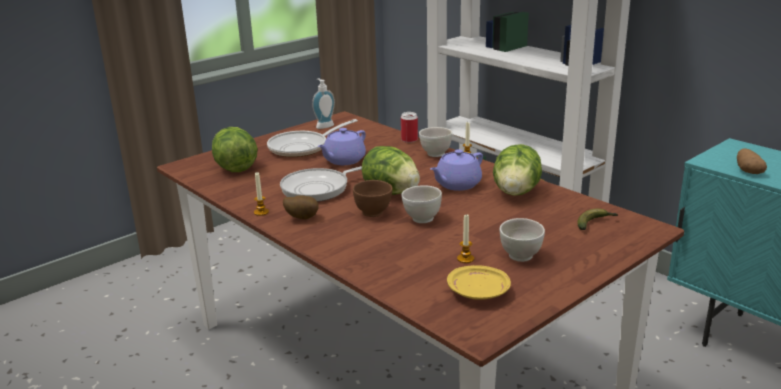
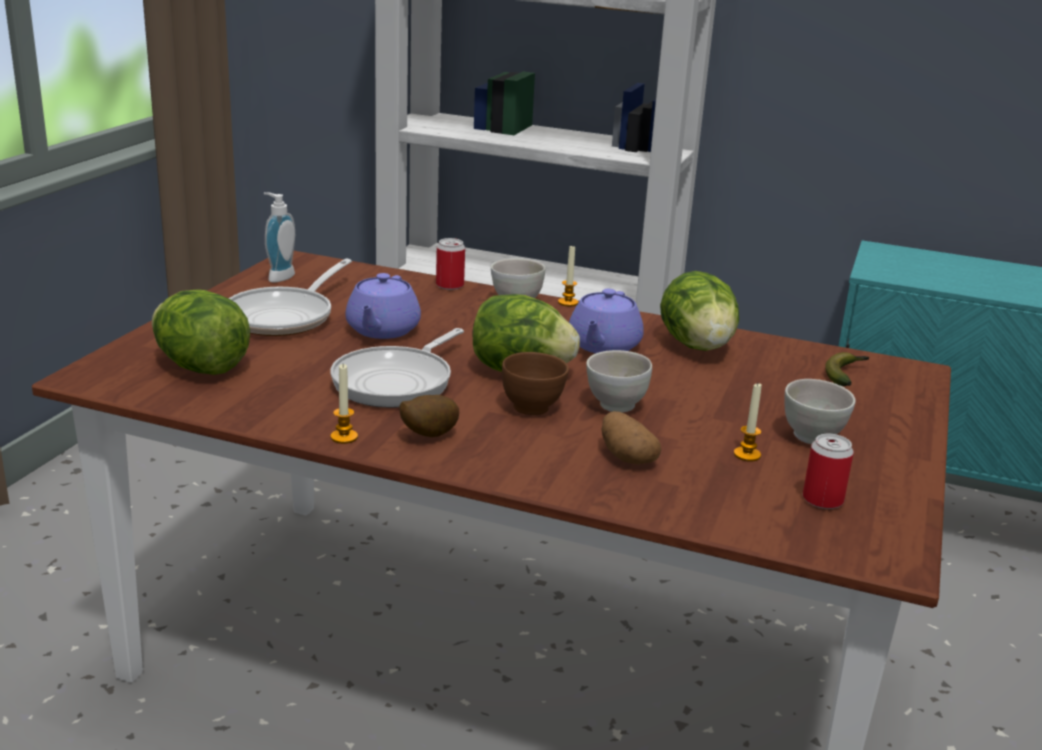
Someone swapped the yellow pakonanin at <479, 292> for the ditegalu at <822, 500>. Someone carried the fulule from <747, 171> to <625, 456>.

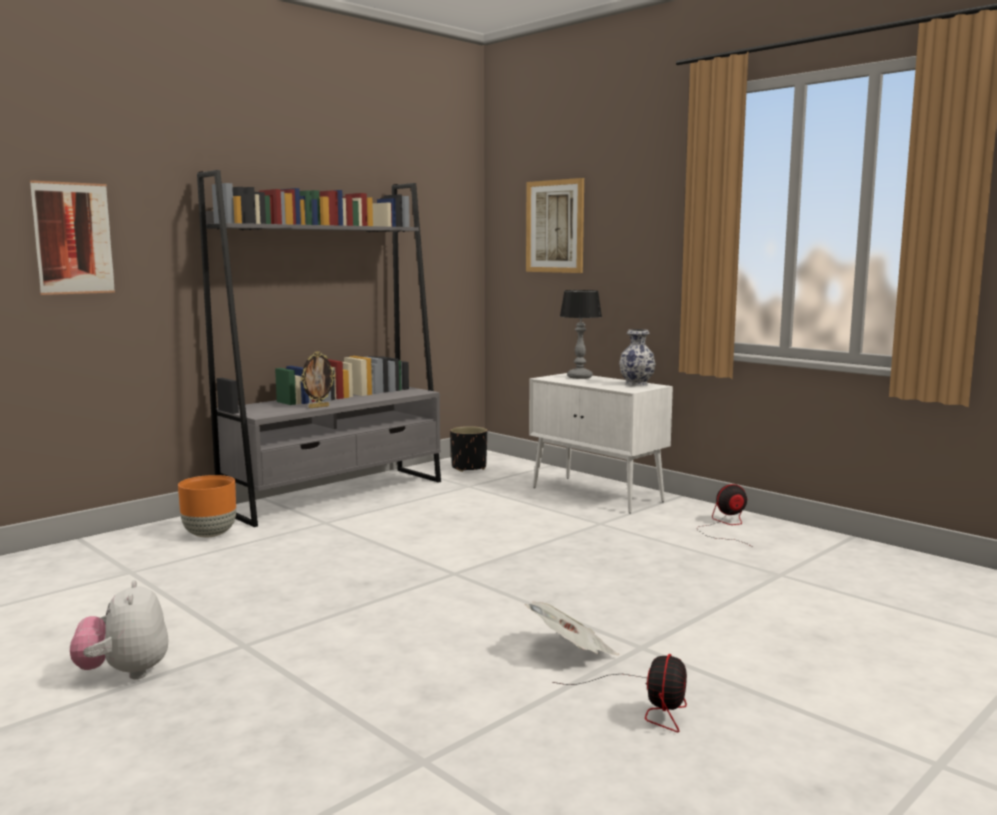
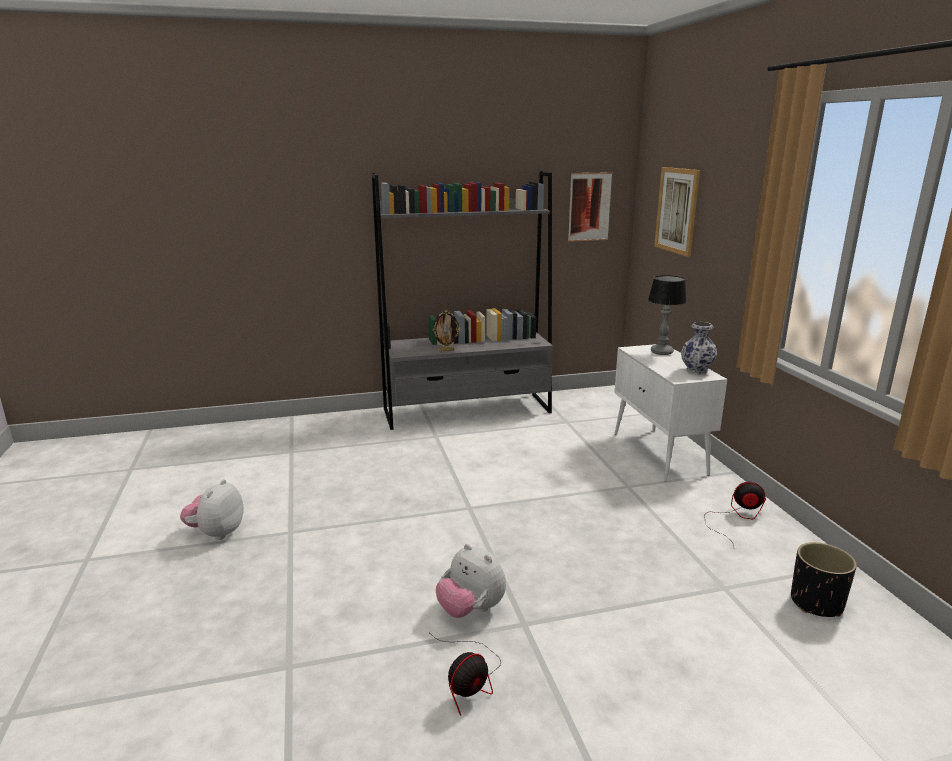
Someone carried the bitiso from <73, 238> to <589, 207>. Someone took away the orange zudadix at <210, 534>. Someone carried the black zudadix from <469, 467> to <816, 603>. Someone swapped the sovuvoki at <572, 652> for the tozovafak at <471, 609>.

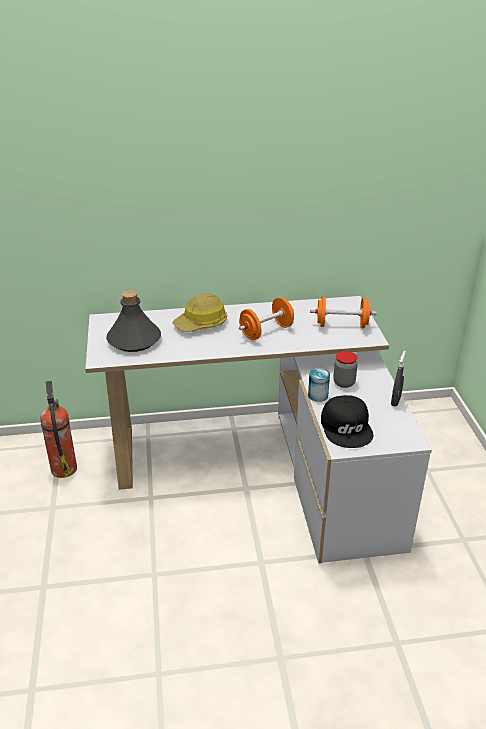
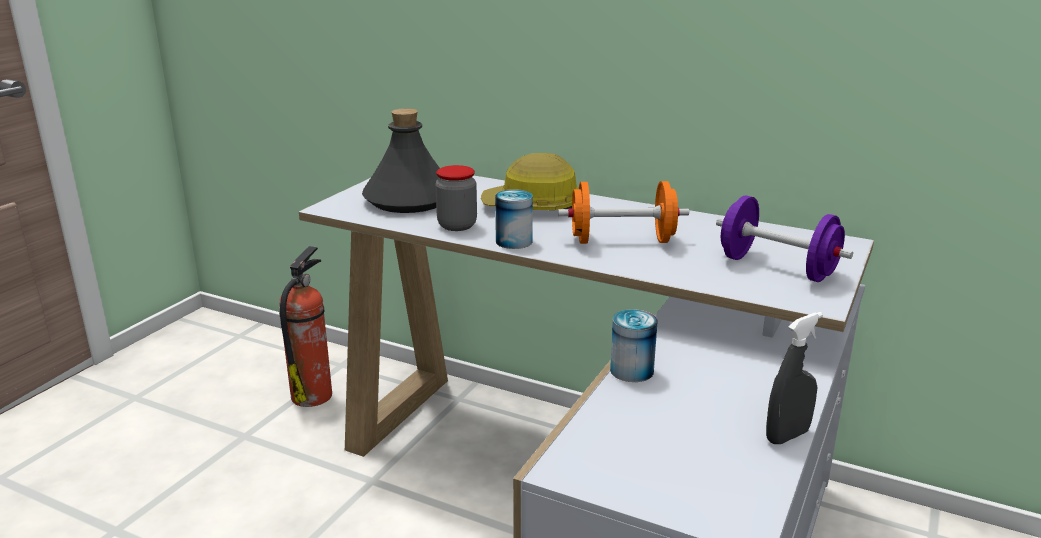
Someone repainted the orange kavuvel at <341, 325>, which became the purple kavuvel at <777, 268>. Someone took away the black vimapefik at <347, 427>. Someone carried the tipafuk from <344, 383> to <457, 225>. Someone put down the ditegalu at <514, 241>.

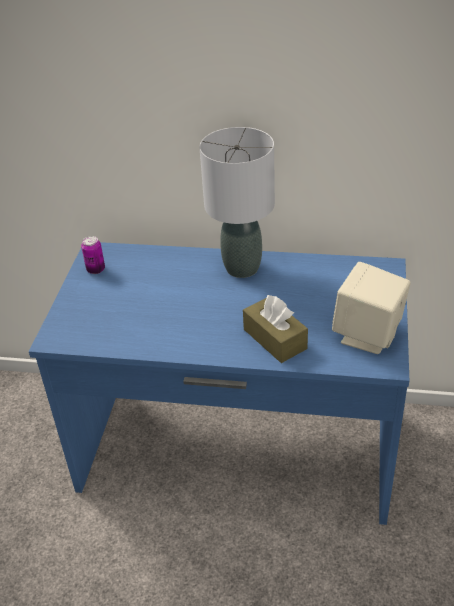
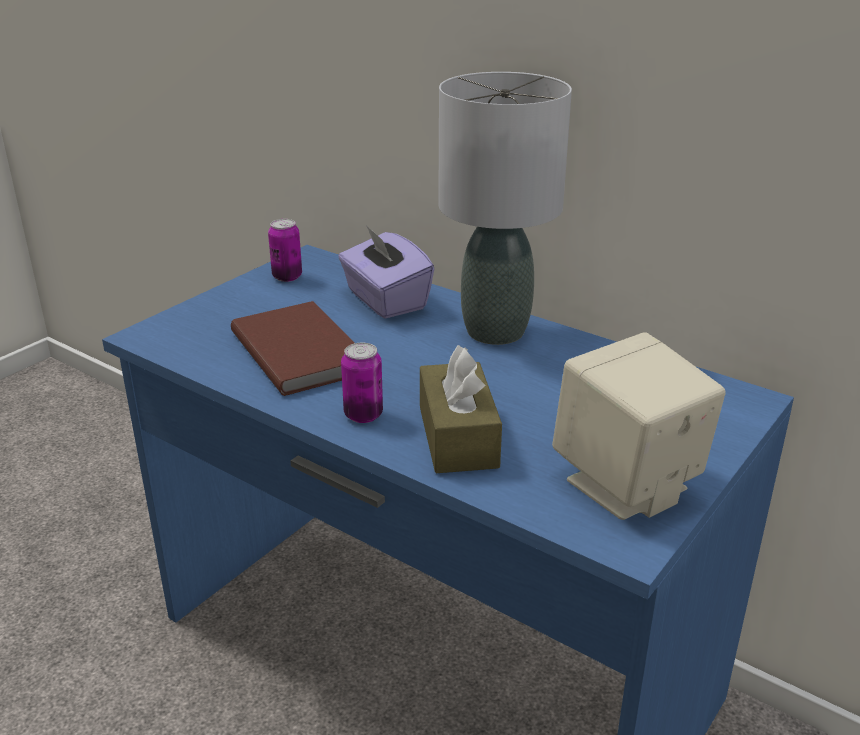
Someone put down the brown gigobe at <301, 351>. Someone put down the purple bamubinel at <385, 300>. Someone put down the ditegalu at <363, 415>.

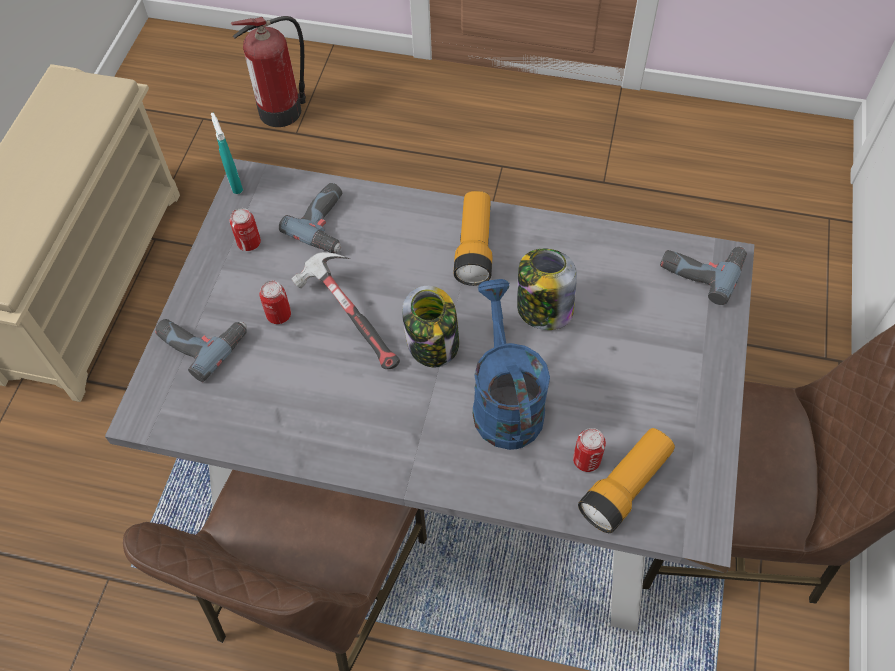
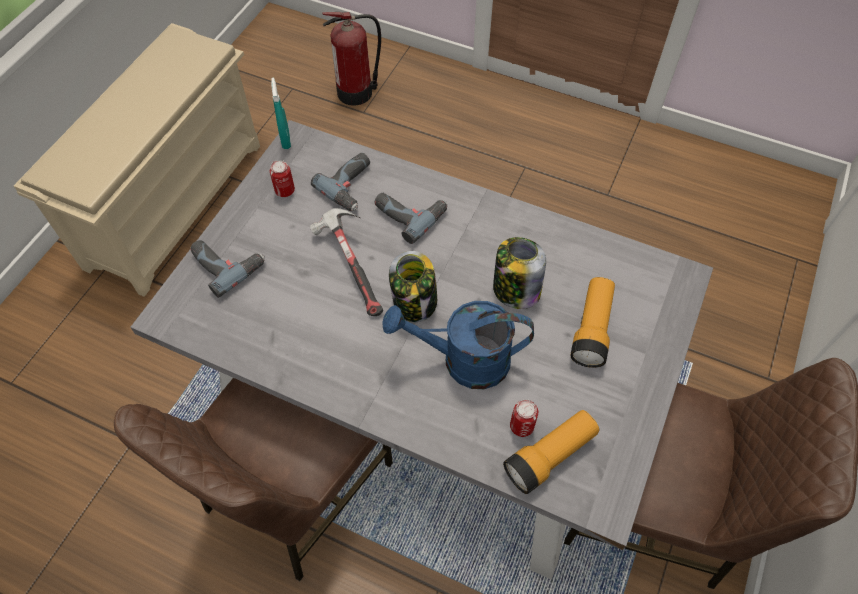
Someone took away the ditegalu at <279, 315>. Someone carried the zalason from <474, 248> to <592, 329>. Someone rotated the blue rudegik at <504, 400> by 90 degrees counterclockwise. Someone carried the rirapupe from <701, 268> to <409, 213>.

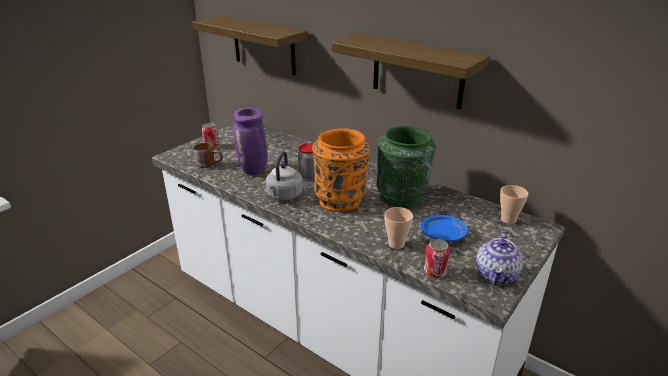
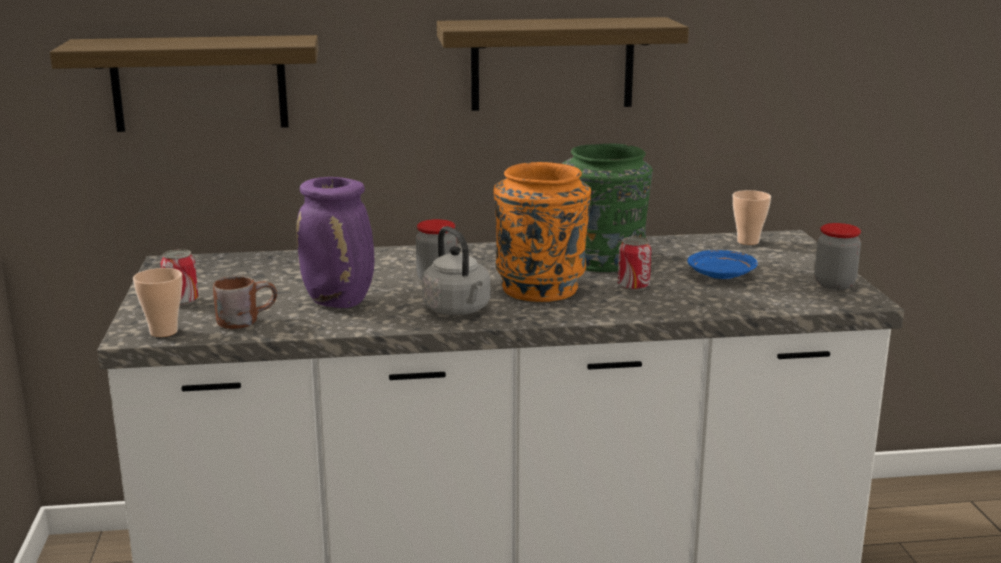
Someone carried the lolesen from <396, 244> to <163, 332>. Someone carried the ditegalu from <435, 272> to <633, 286>. Someone swapped the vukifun at <497, 275> for the tipafuk at <834, 284>.

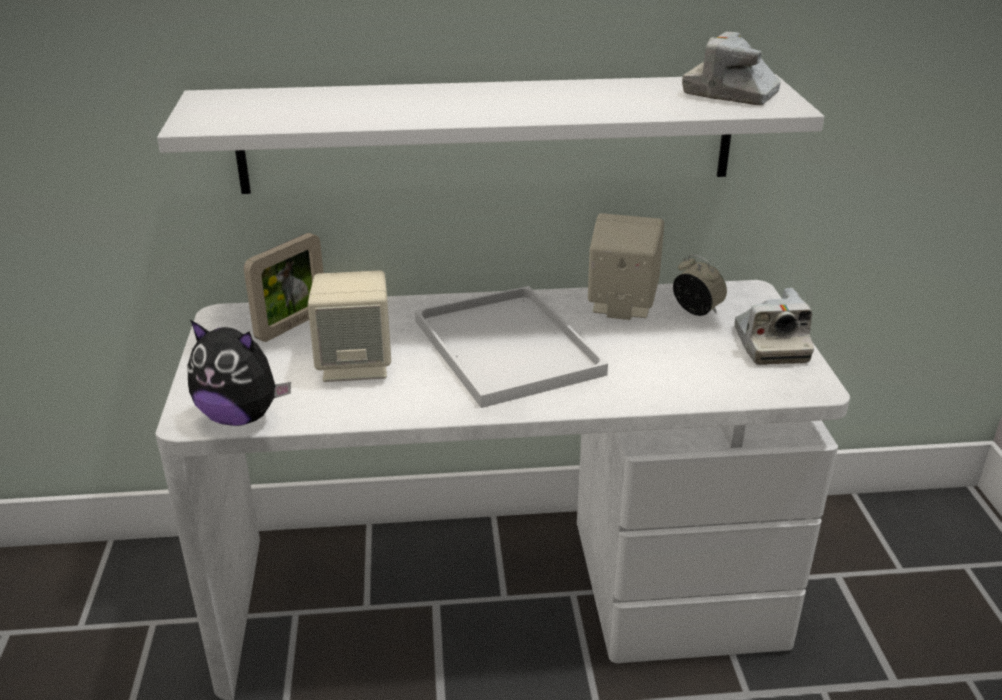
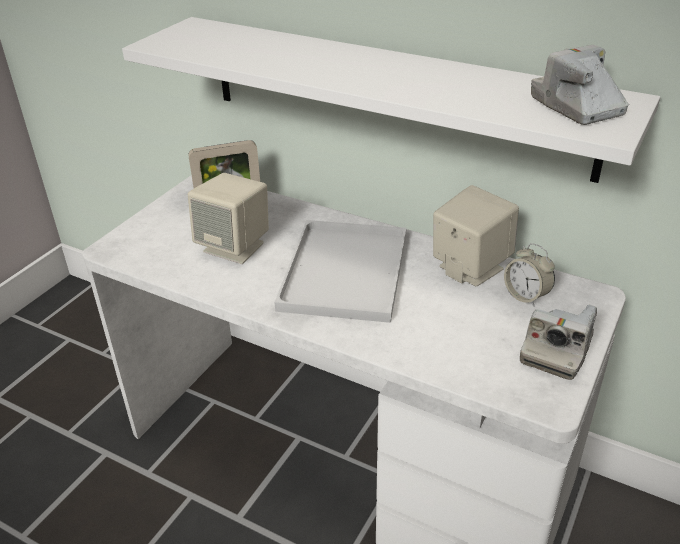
Someone took away the tozovafak at <241, 416>. Someone rotated the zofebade at <696, 311> by 150 degrees clockwise.

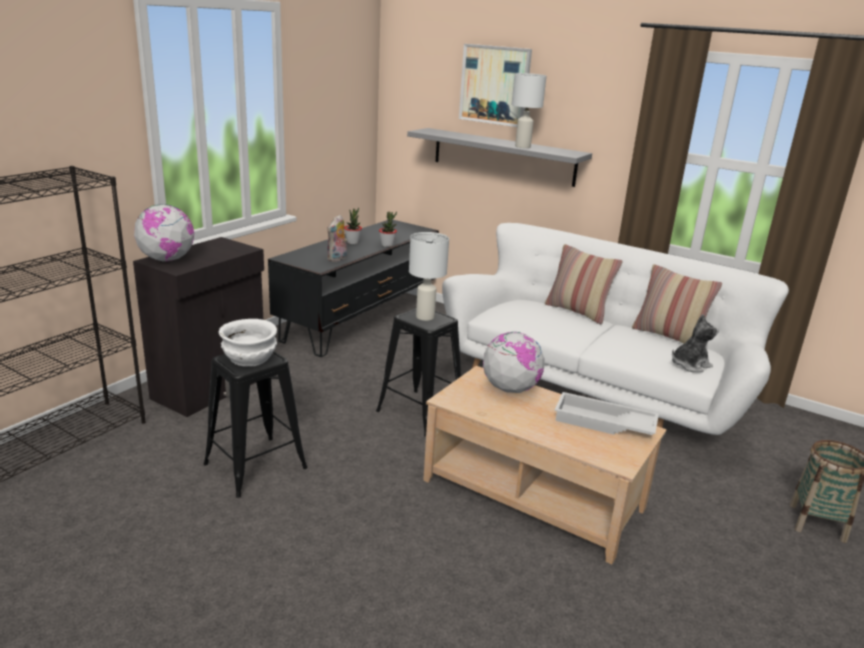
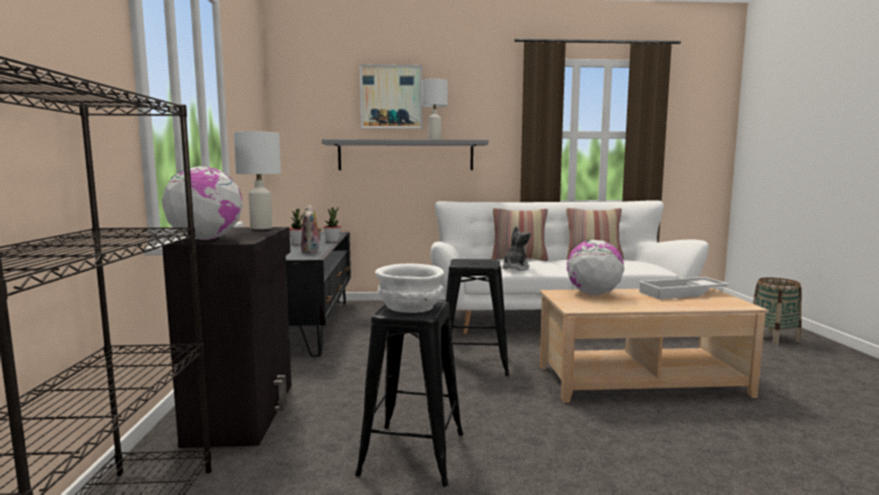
Someone carried the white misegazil from <425, 316> to <261, 228>. Someone carried the tozovafak from <689, 365> to <515, 268>.

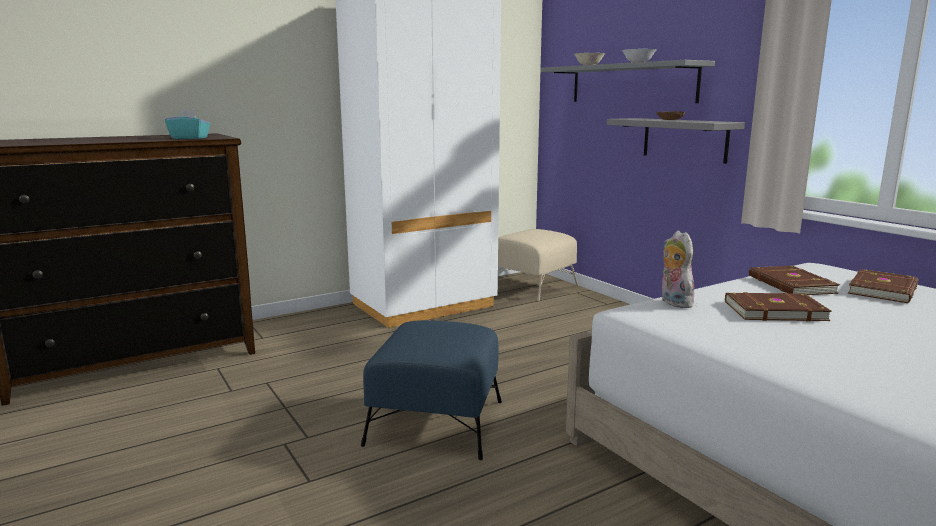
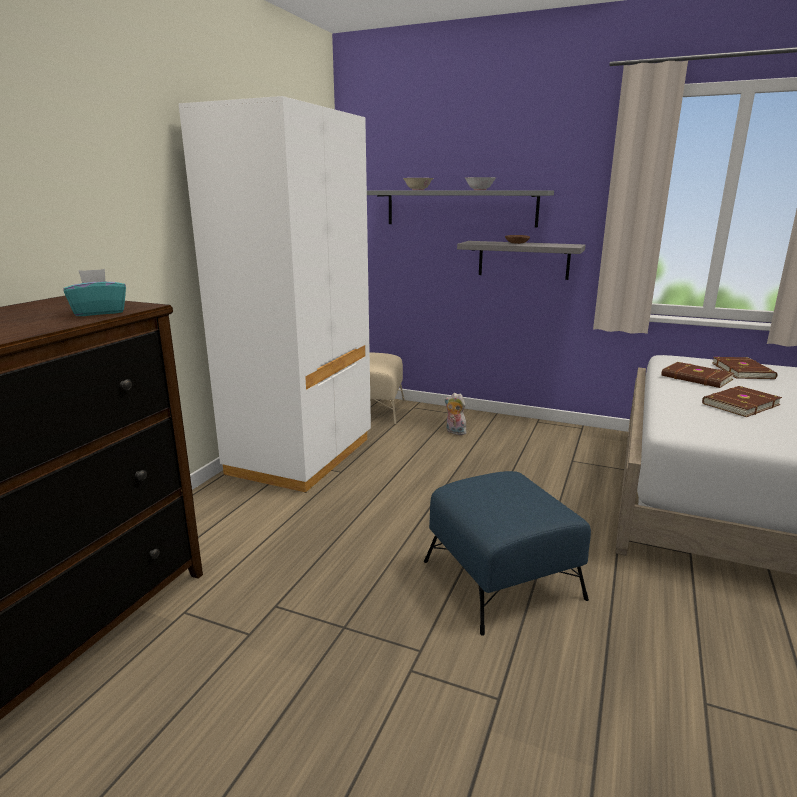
Someone carried the tozovafak from <673, 302> to <454, 432>.

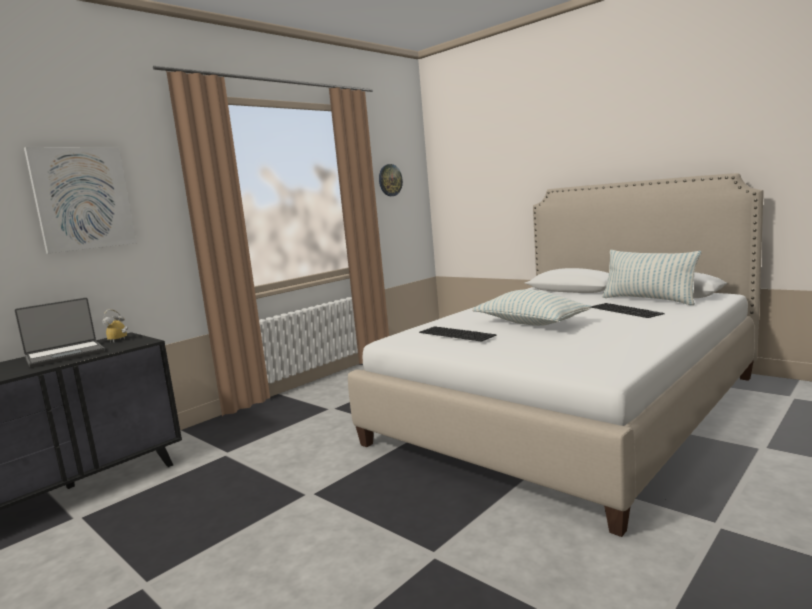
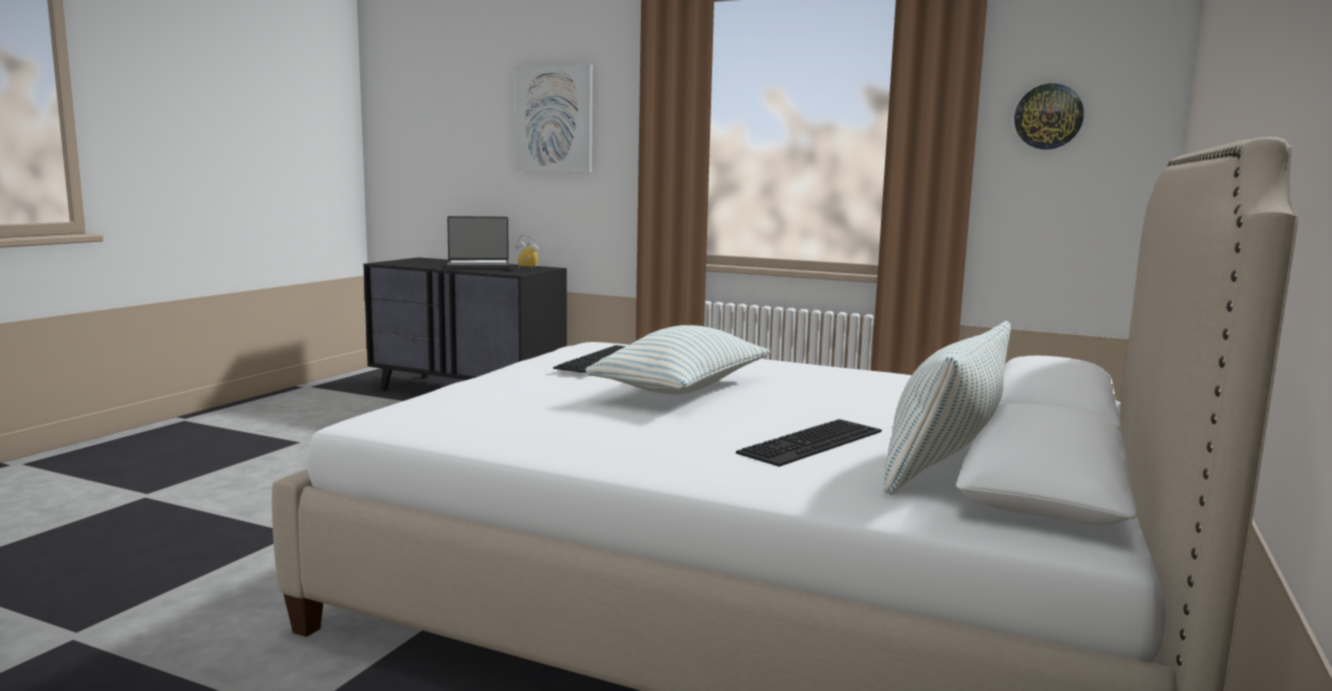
Someone rotated the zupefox at <65, 355> by 45 degrees counterclockwise.

